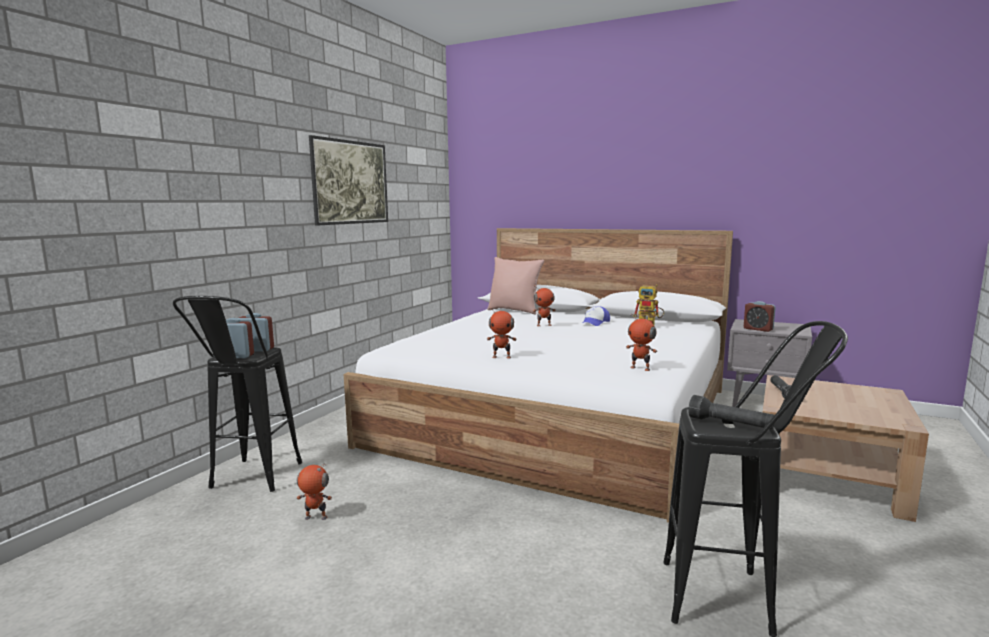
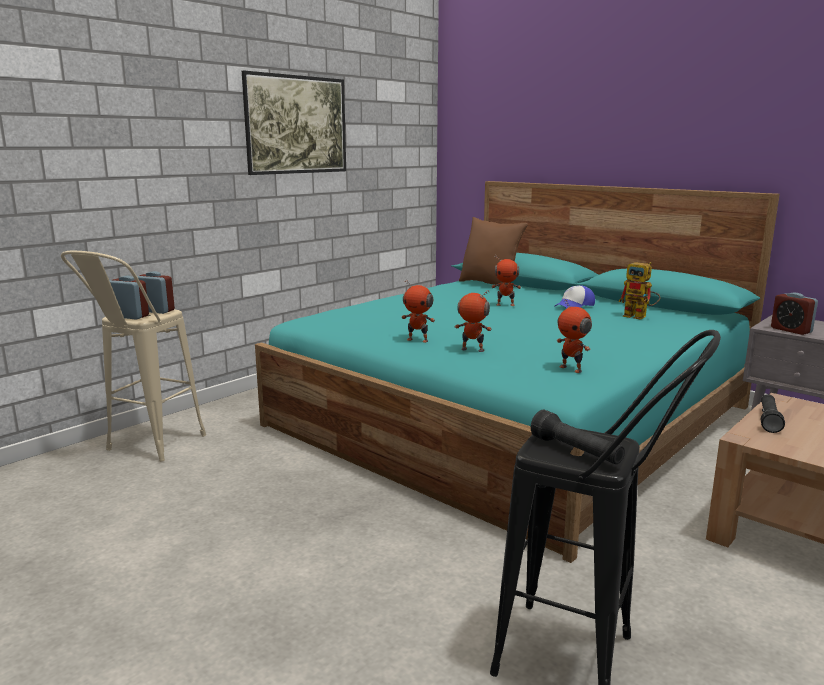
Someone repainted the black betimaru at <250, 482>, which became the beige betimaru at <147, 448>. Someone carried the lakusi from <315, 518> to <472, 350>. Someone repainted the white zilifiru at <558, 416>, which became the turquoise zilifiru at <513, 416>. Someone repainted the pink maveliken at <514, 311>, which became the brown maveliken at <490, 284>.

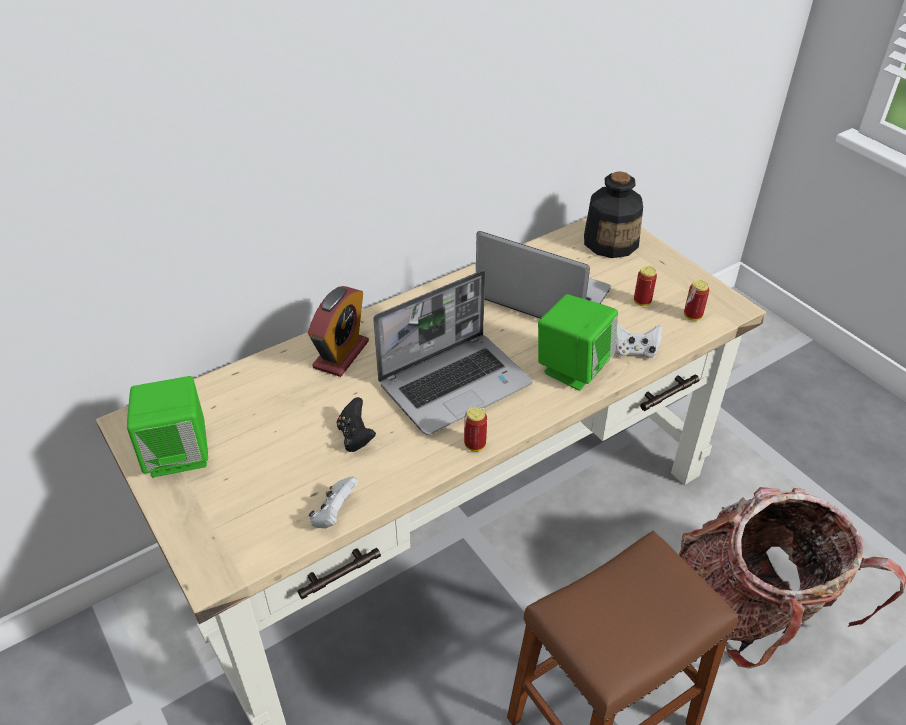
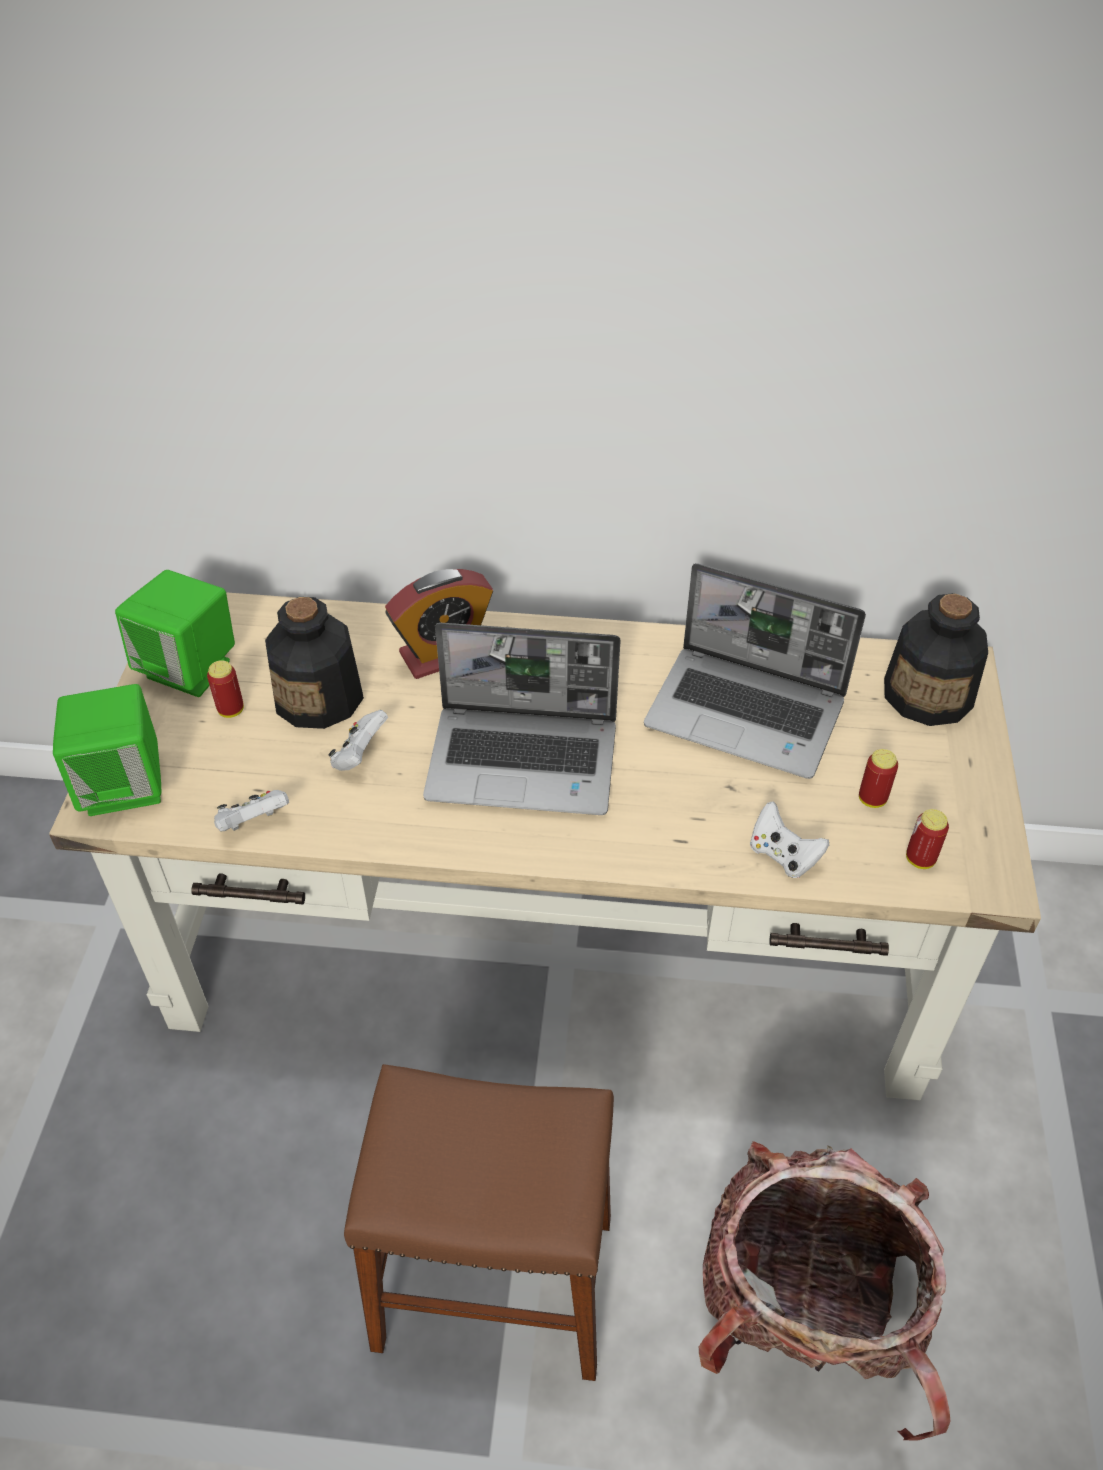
Someone repainted the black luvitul at <355, 437>, which became the white luvitul at <359, 755>. Someone carried the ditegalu from <475, 445> to <231, 710>. Someone rotated the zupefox at <540, 295> by 135 degrees clockwise. Someone carried the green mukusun from <573, 368> to <124, 786>. Someone put down the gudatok at <320, 698>.

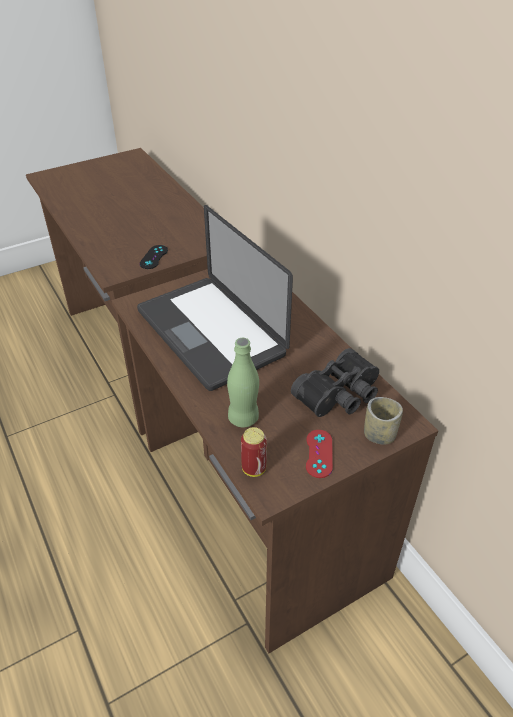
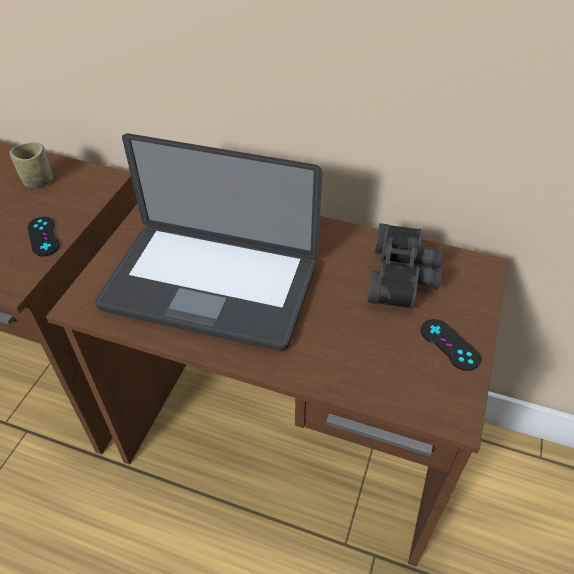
Someone took away the green gudatok at <243, 418>. Someone took away the ditegalu at <253, 469>. Someone repainted the red luvitul at <319, 453>, which became the black luvitul at <449, 344>. Someone carried the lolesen from <379, 435> to <38, 181>.

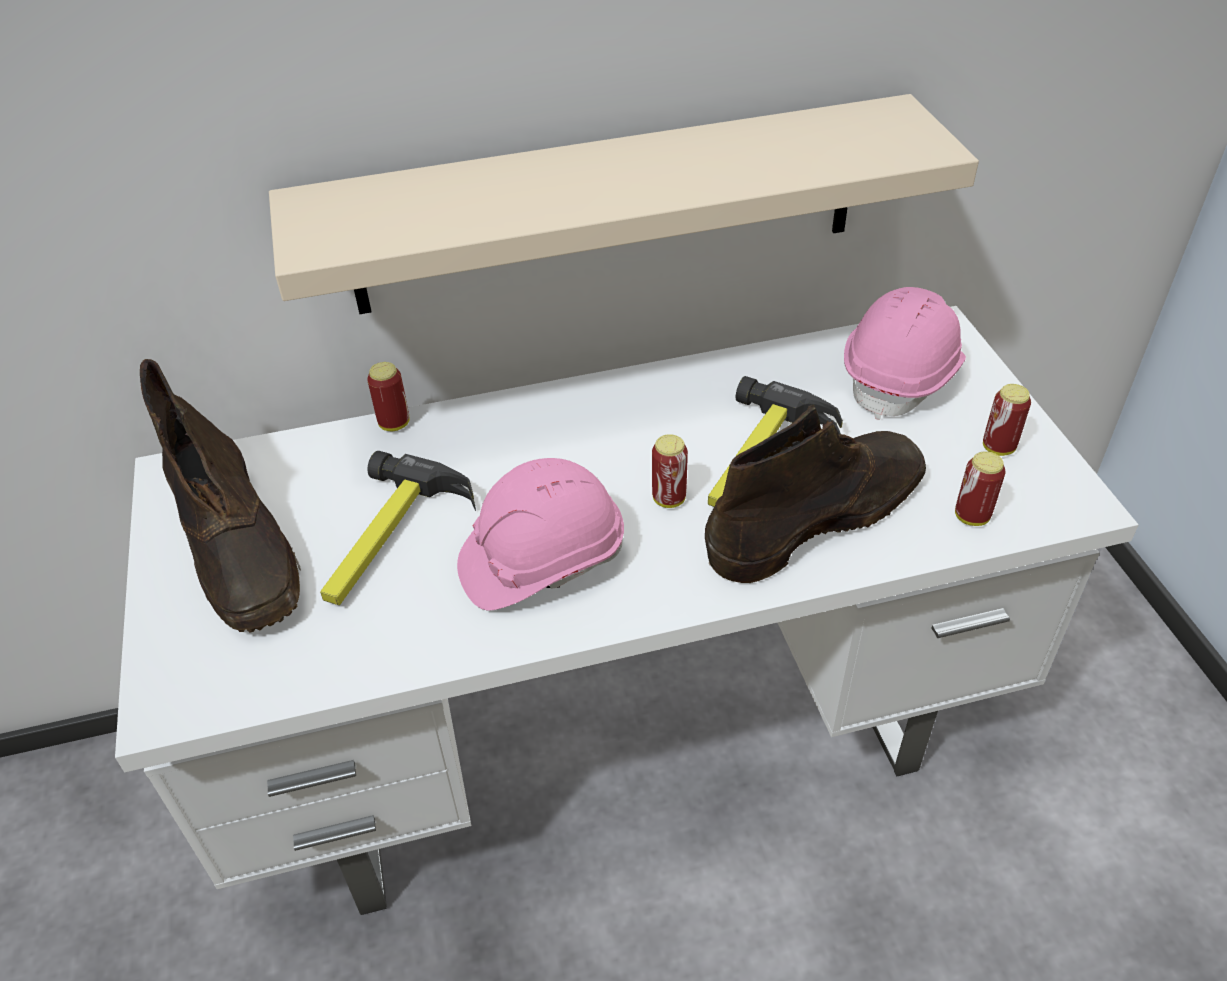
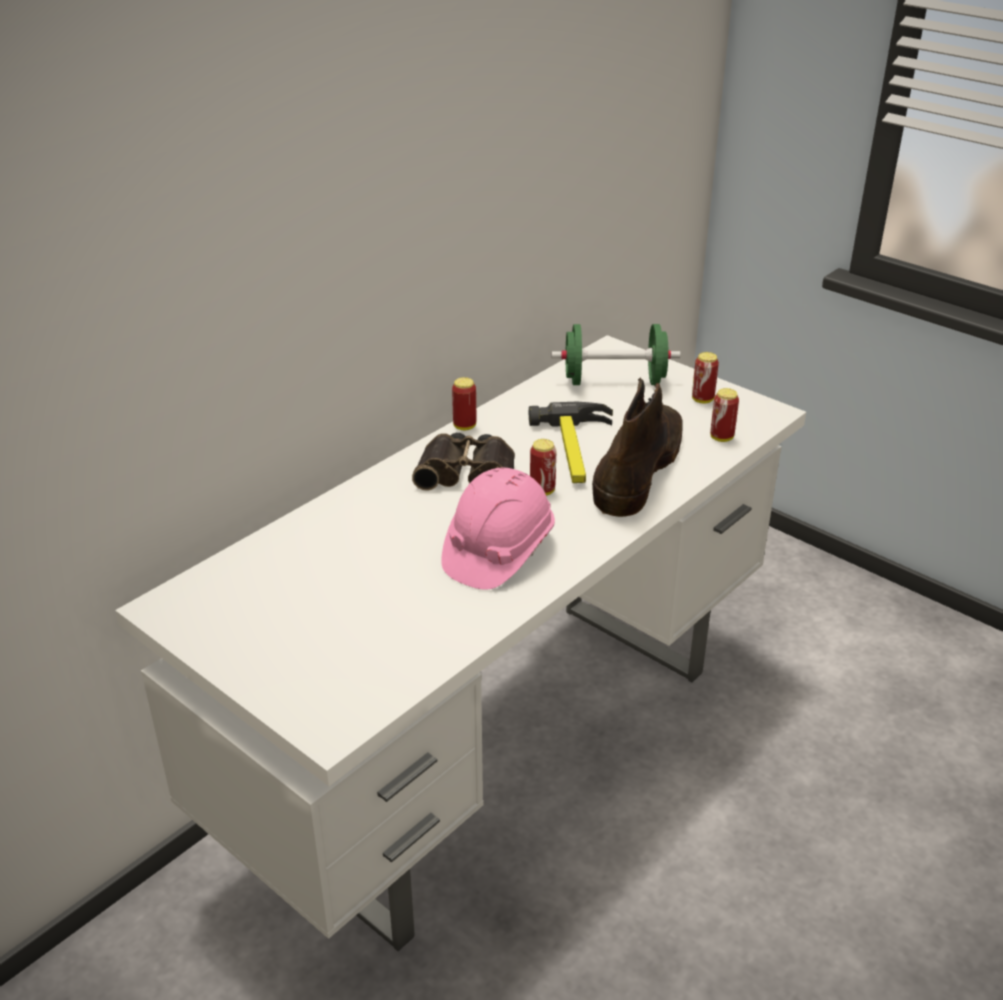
Someone took away the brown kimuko at <238, 548>. Someone took away the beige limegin at <607, 207>. Someone took away the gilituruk at <391, 541>. Someone carried the ditegalu from <394, 424> to <464, 426>. Someone swapped the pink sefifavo at <902, 376> for the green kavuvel at <614, 381>. Someone put down the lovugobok at <468, 472>.

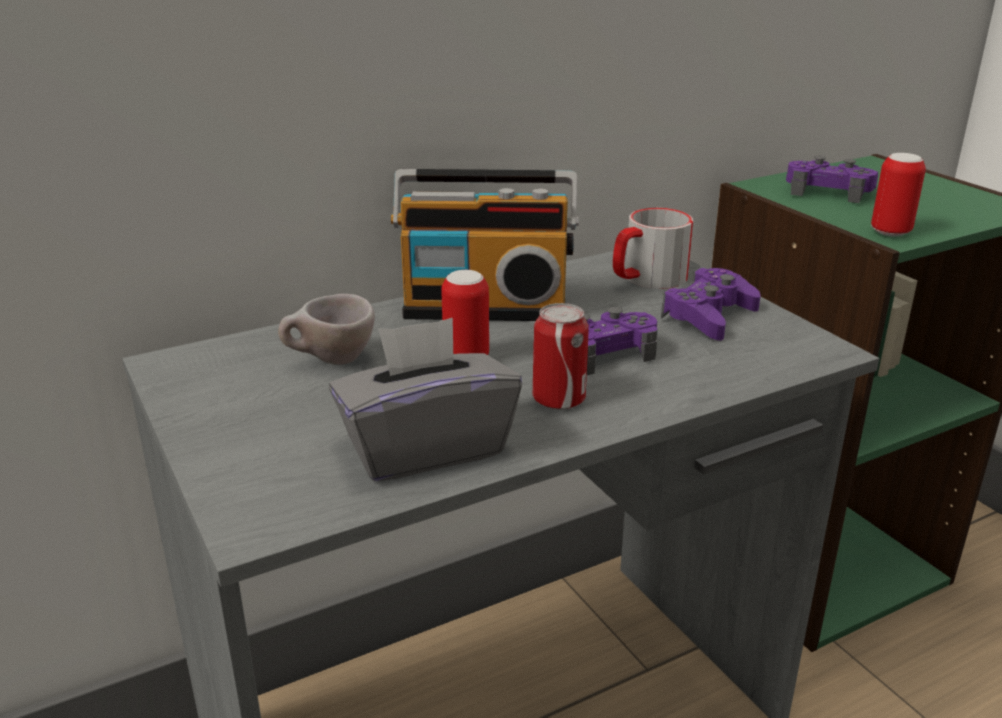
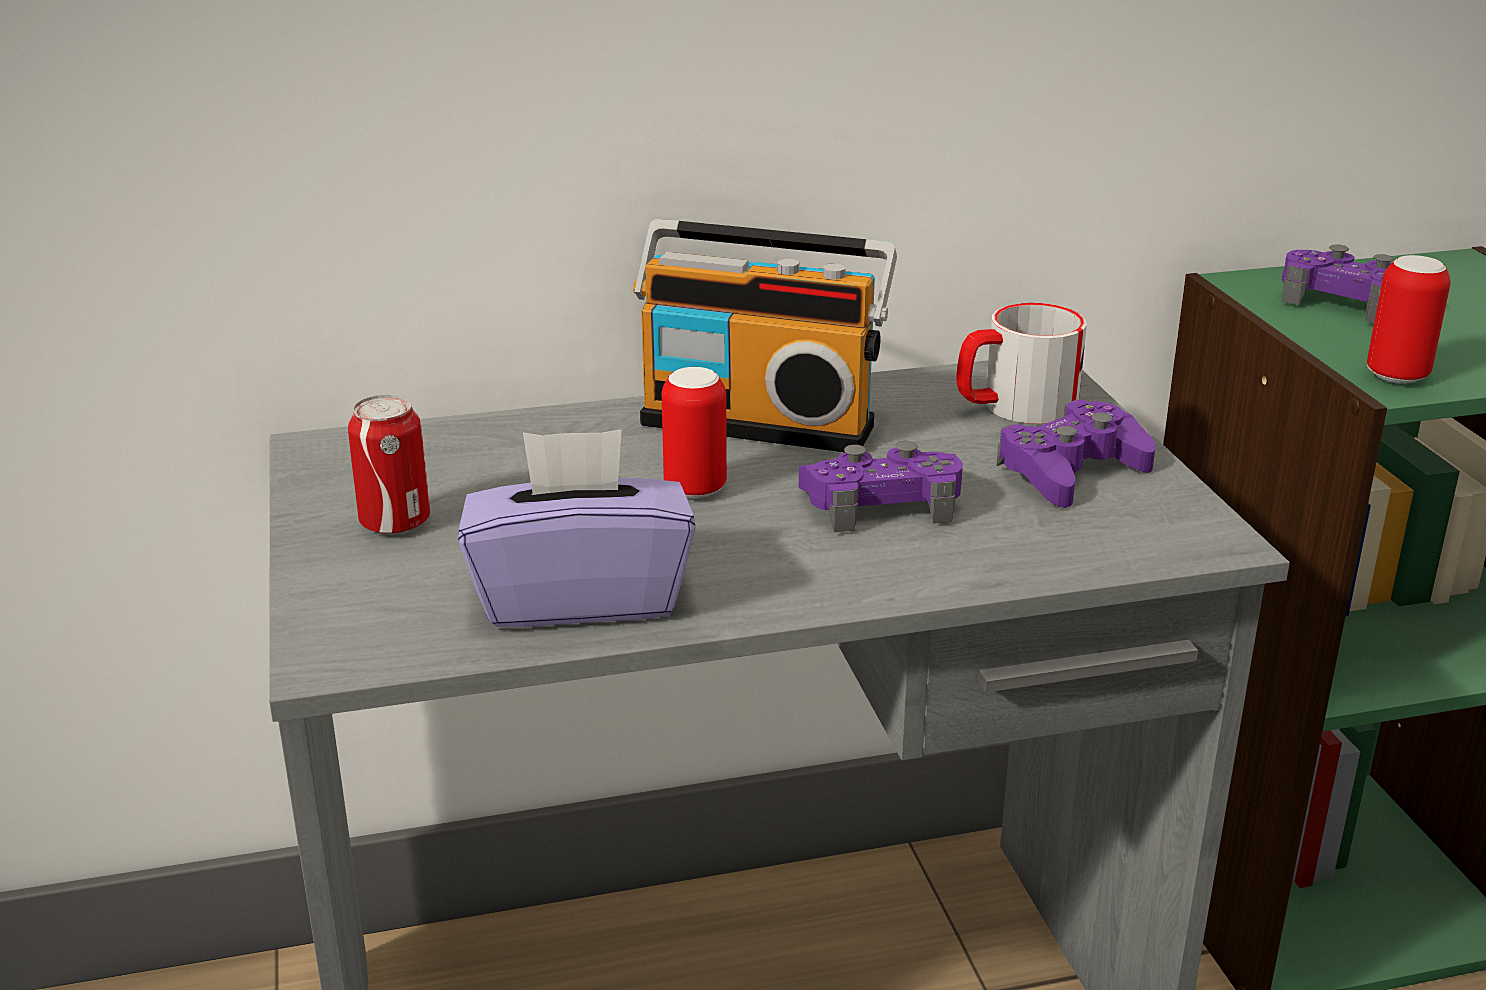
Someone took away the beige lolesen at <330, 362>. Someone repainted the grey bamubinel at <425, 448>, which became the purple bamubinel at <580, 596>. Someone carried the ditegalu from <558, 399> to <395, 522>.

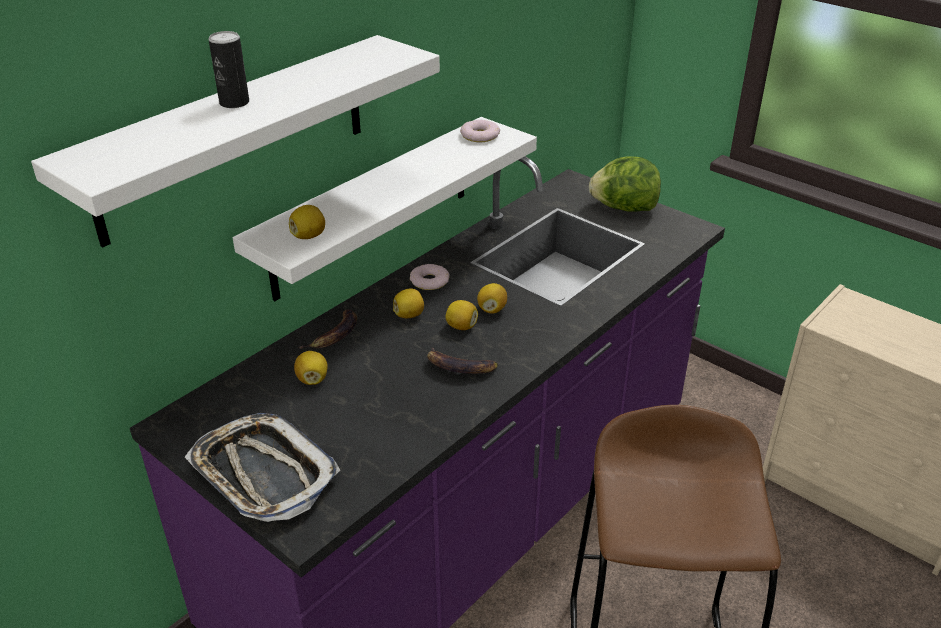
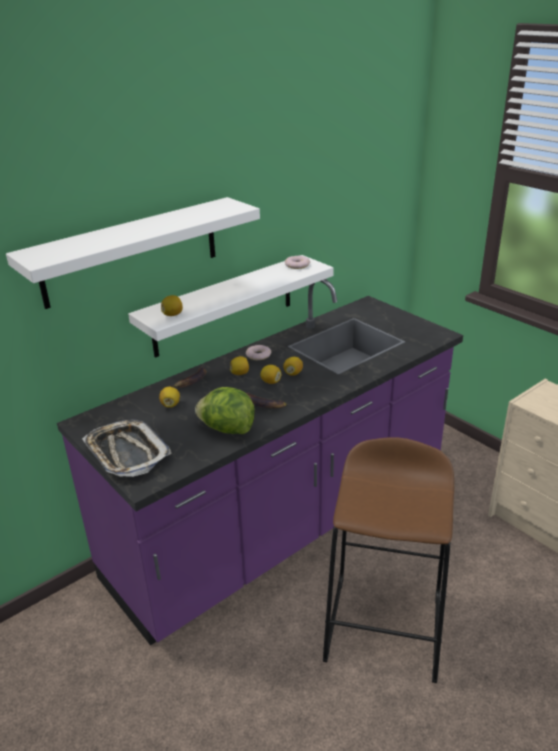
Someone took away the ditegalu at <234, 102>. Someone carried the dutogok from <624, 208> to <227, 429>.

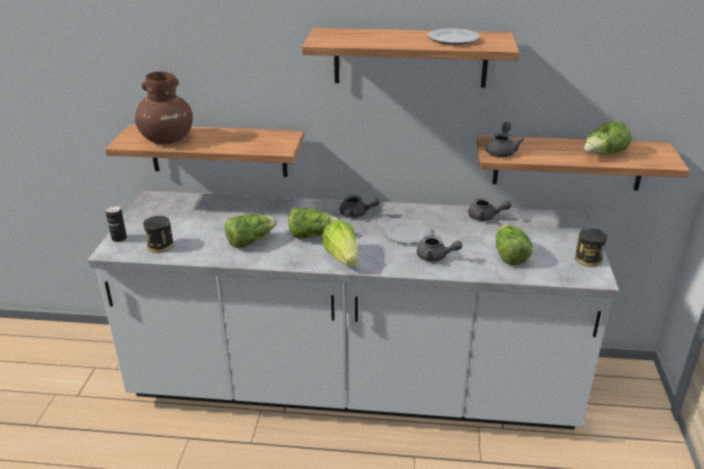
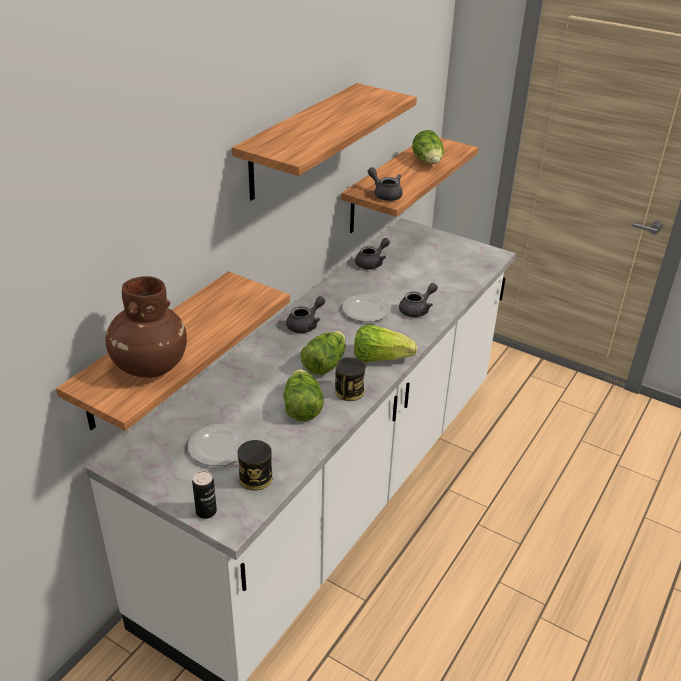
Someone carried the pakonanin from <454, 39> to <219, 447>. Someone took away the dutogok at <509, 255>. Someone carried the ditegalu from <588, 259> to <349, 391>.

